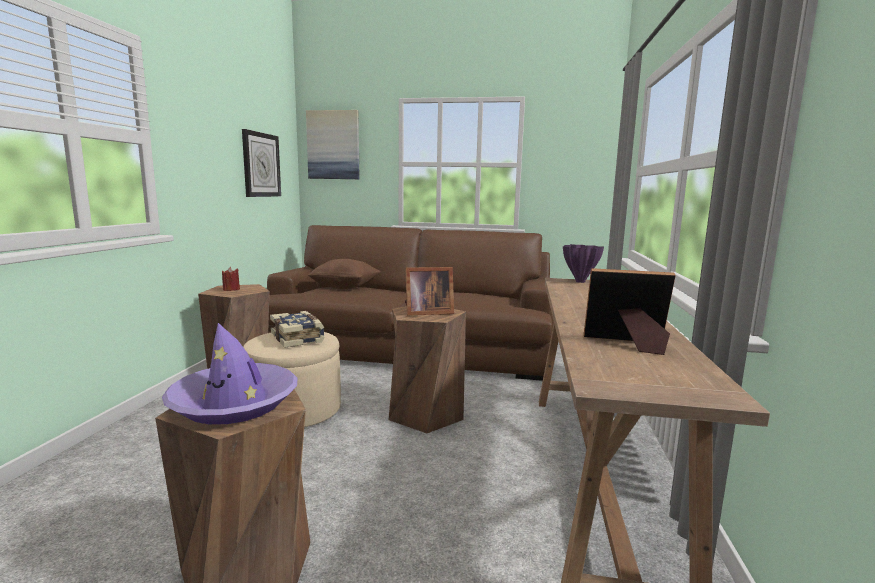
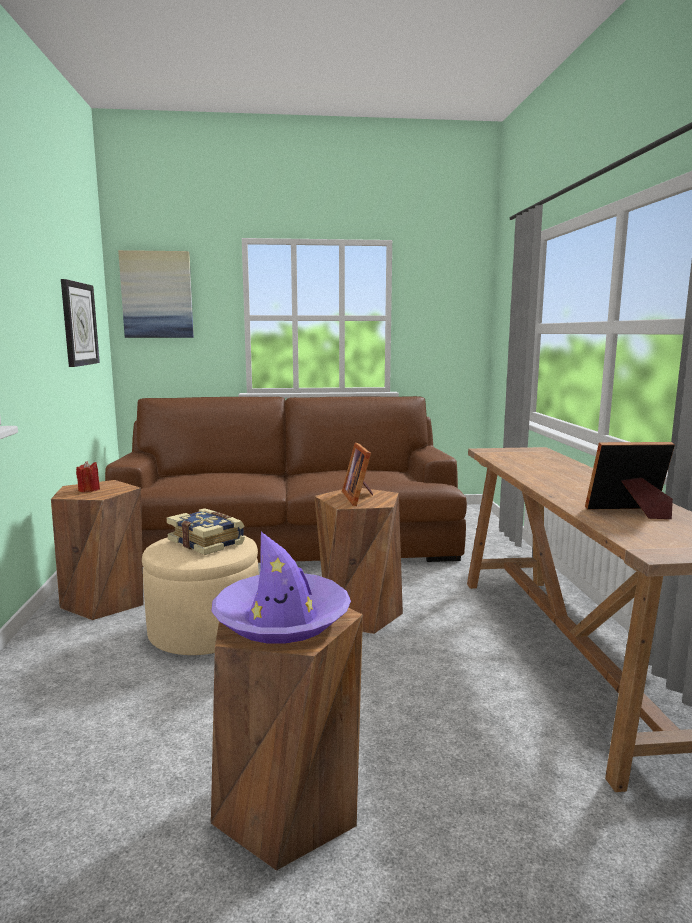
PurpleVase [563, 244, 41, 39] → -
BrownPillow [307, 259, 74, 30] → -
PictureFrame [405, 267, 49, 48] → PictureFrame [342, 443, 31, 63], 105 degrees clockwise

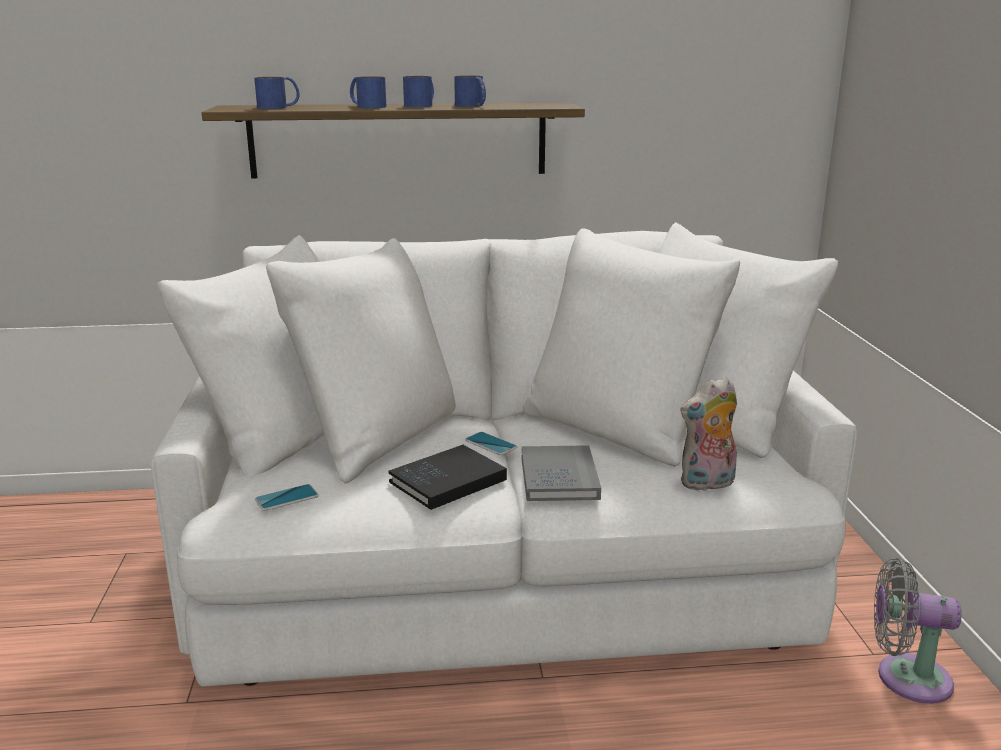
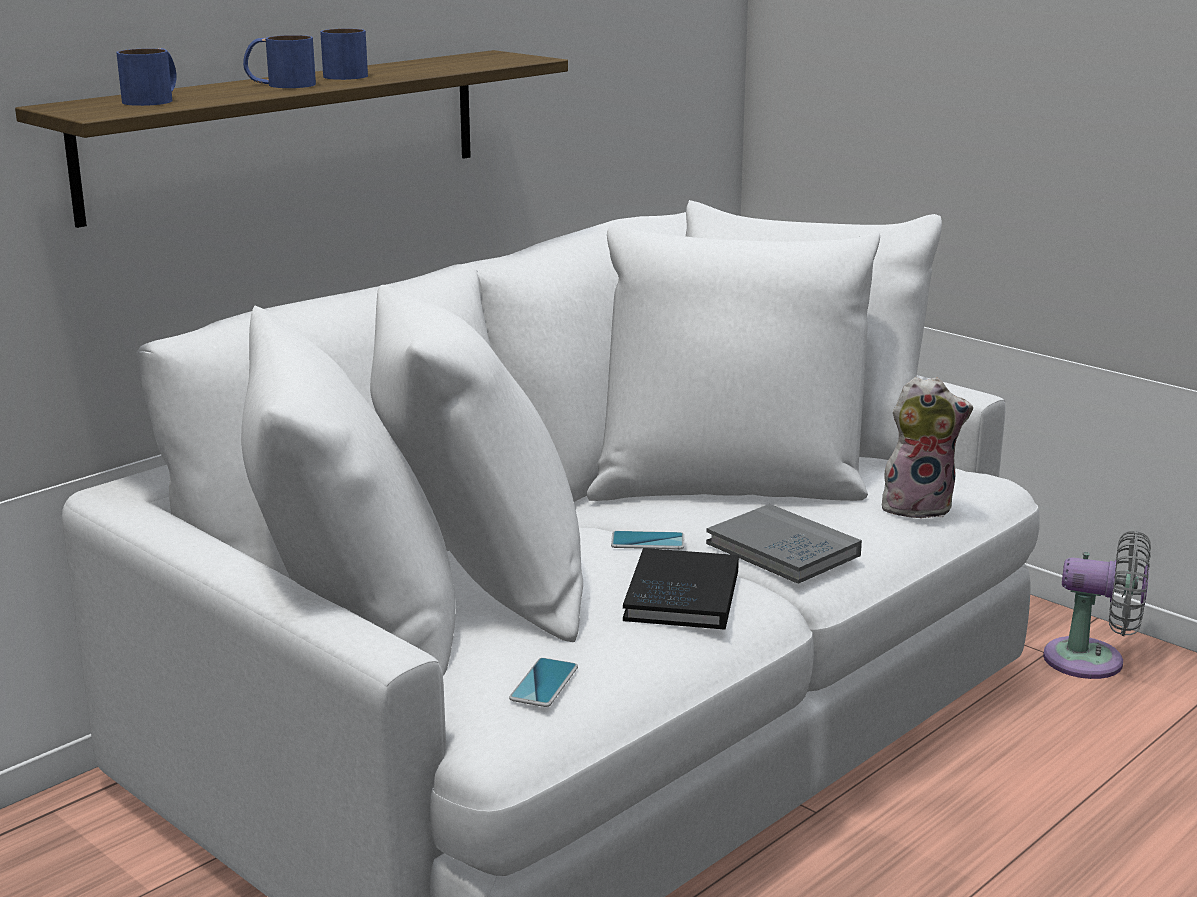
BlueMug [454, 75, 32, 32] → -
PlushToy [680, 377, 57, 114] → PlushToy [882, 377, 91, 142], 120 degrees counterclockwise
GreyFan [874, 558, 88, 146] → GreyFan [1043, 531, 108, 148], 135 degrees counterclockwise

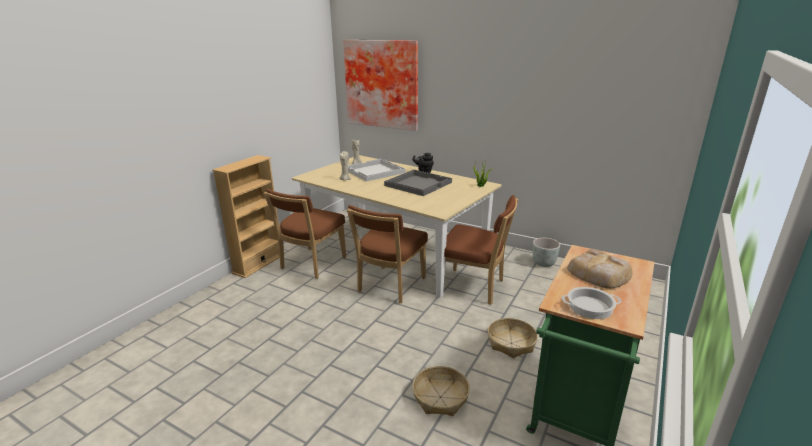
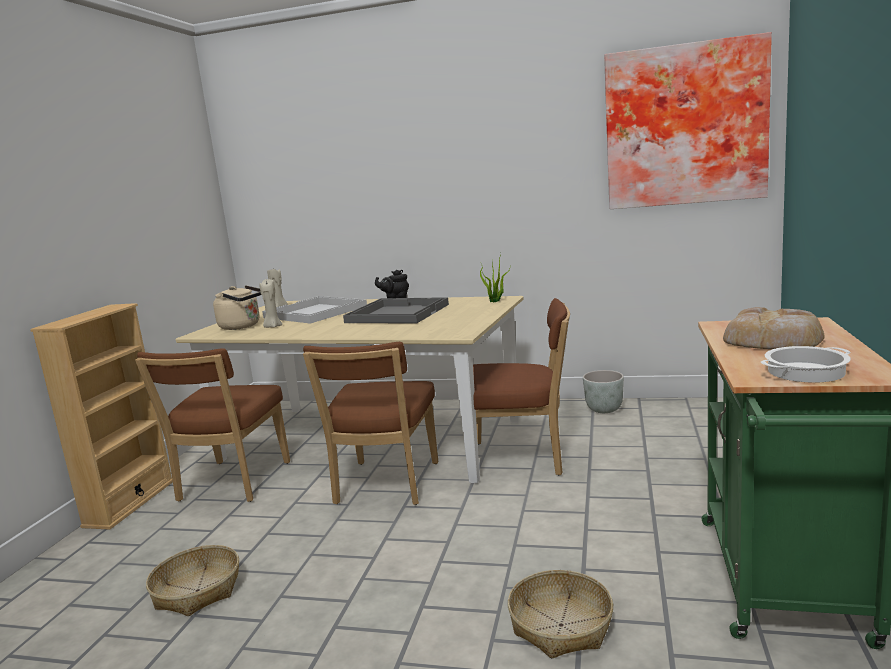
Picture [343, 40, 75, 91] → Picture [604, 32, 168, 177], shifted
Basket [488, 318, 50, 40] → Basket [146, 545, 93, 71], shifted
- → BeigeKettle [213, 285, 48, 45]

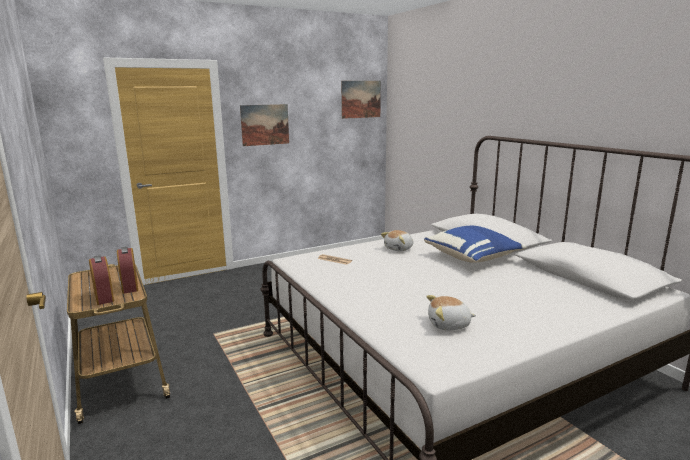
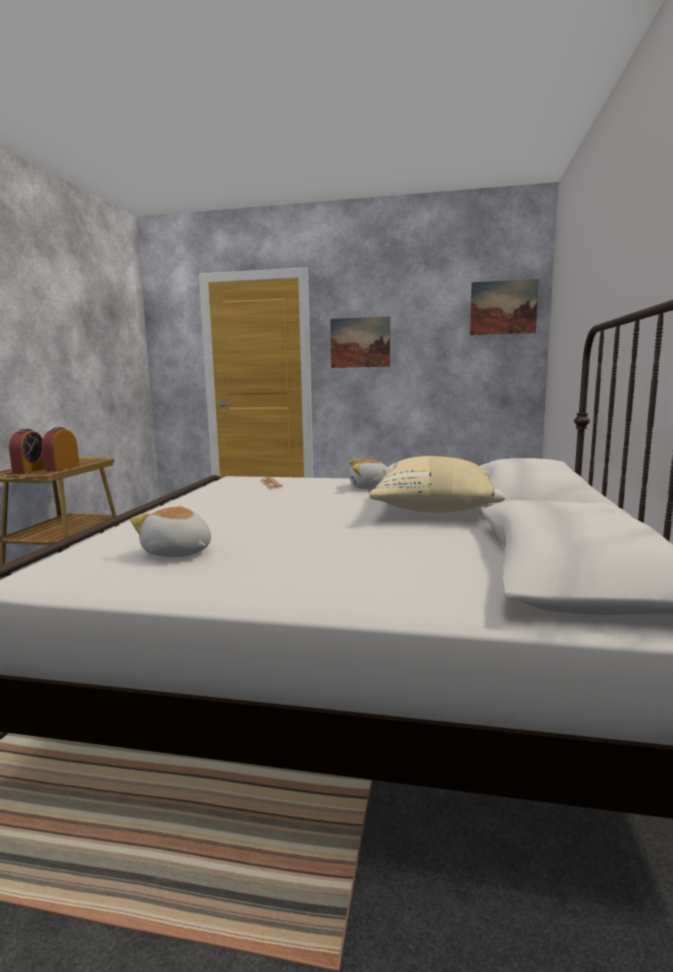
BluePillow [424, 226, 102, 37] → BeigePillow [369, 456, 136, 57]

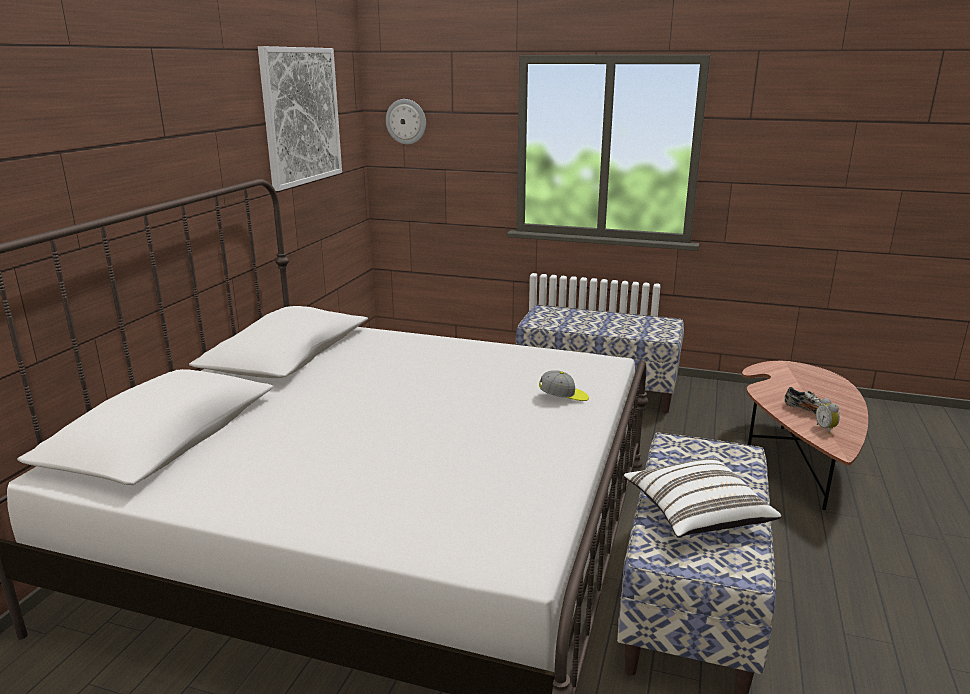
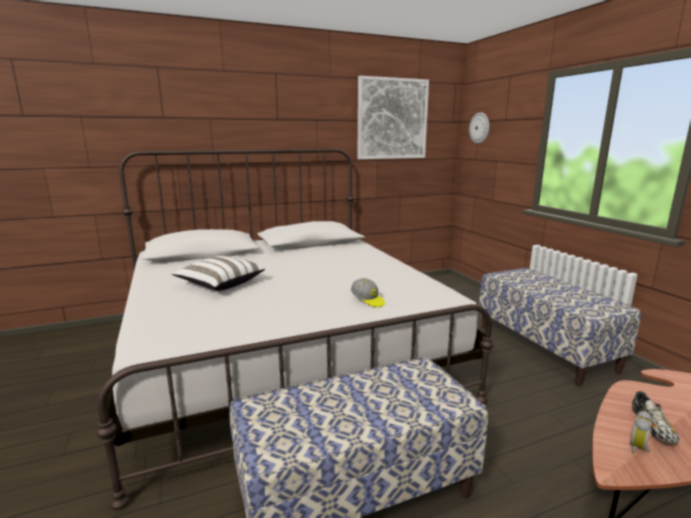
WhitePillow [624, 458, 157, 79] → WhitePillow [172, 256, 93, 35], shifted

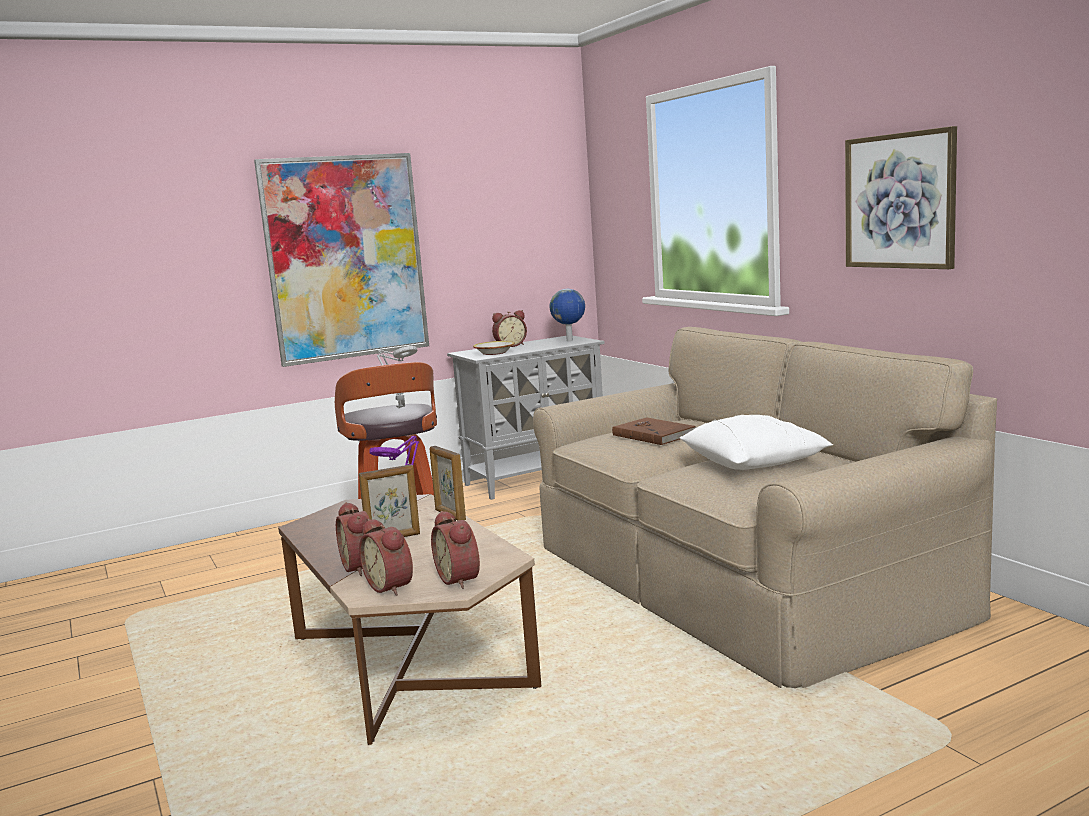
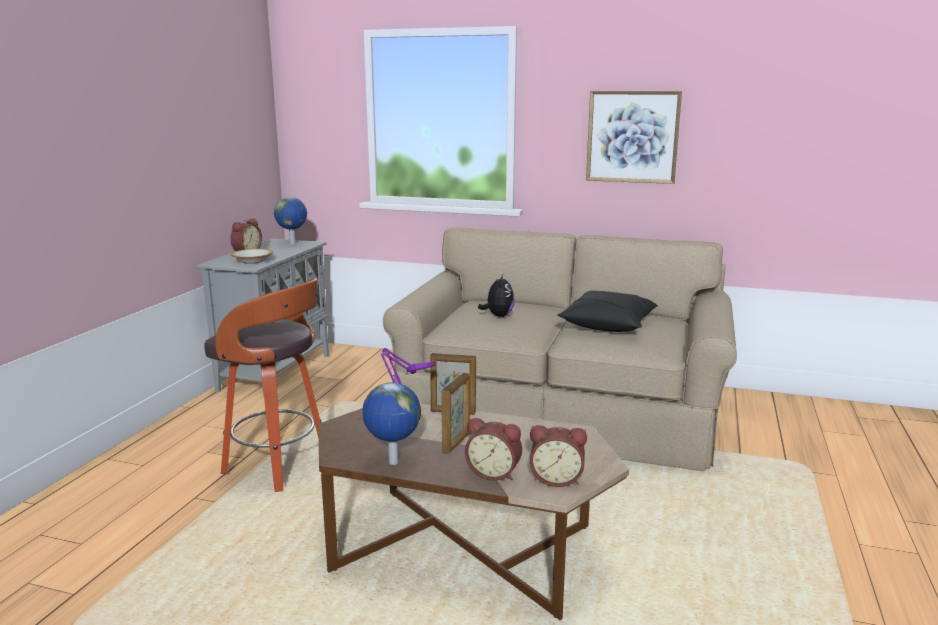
Picture [254, 153, 175, 214] → -
GreyTableLamp [377, 346, 41, 62] → -
WhitePillow [680, 415, 153, 55] → BlackPillow [557, 291, 101, 41]
BrownBook [612, 417, 84, 28] → PlushToy [478, 274, 37, 43]
AlarmClock [431, 511, 49, 78] → -
- → Globe [362, 382, 59, 83]

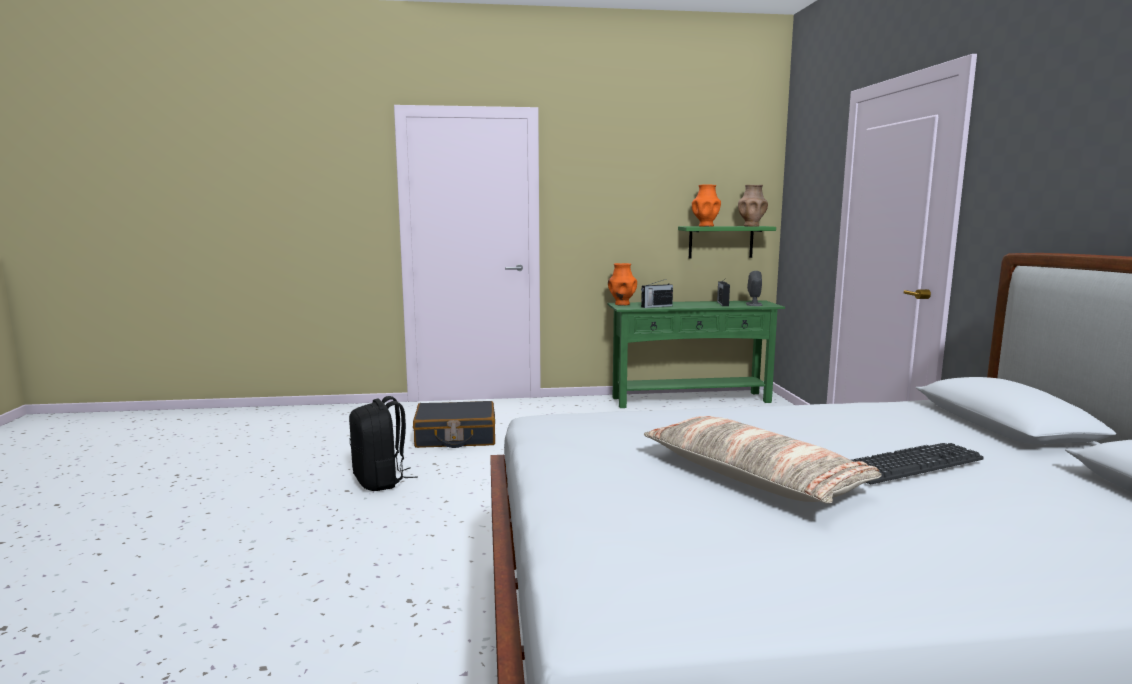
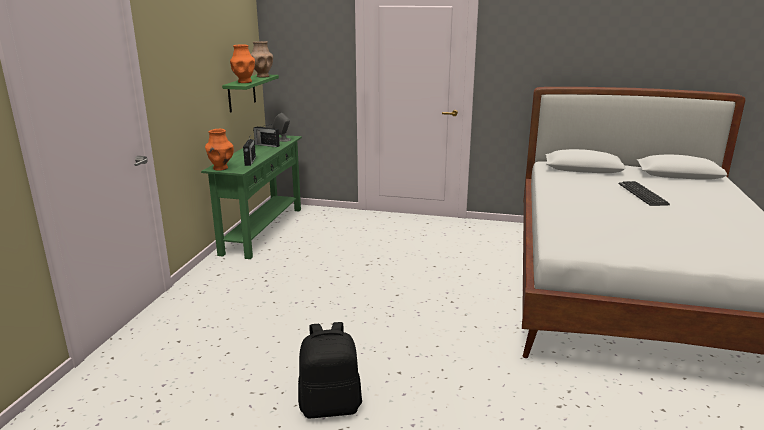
BlackSuitcase [413, 401, 82, 47] → -
Pillow [644, 416, 238, 88] → -

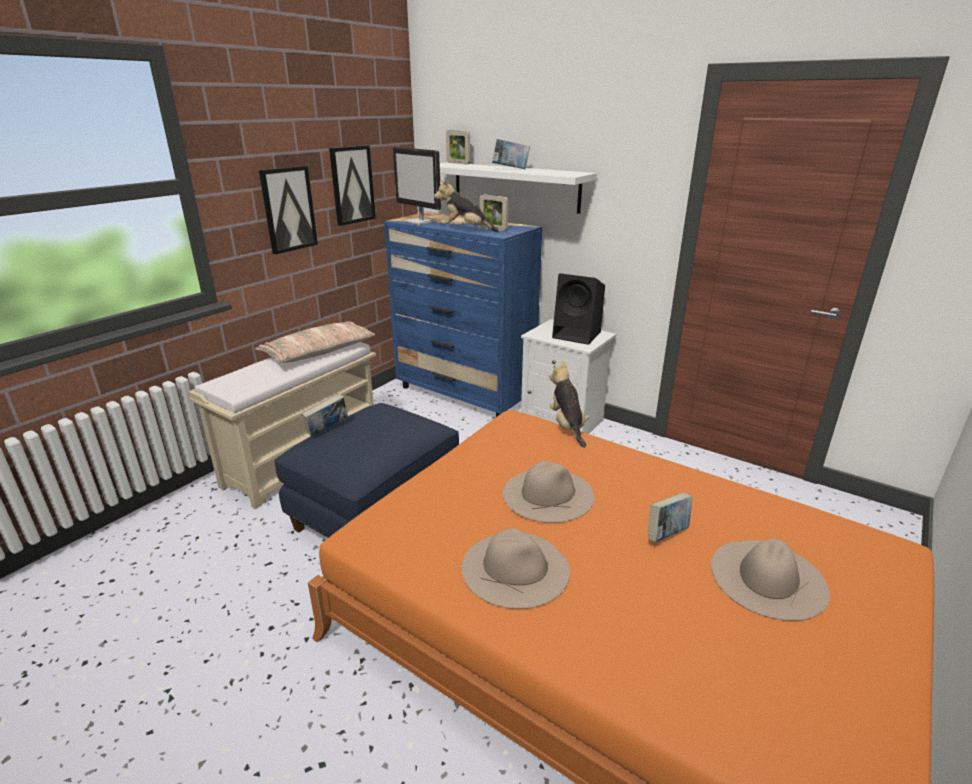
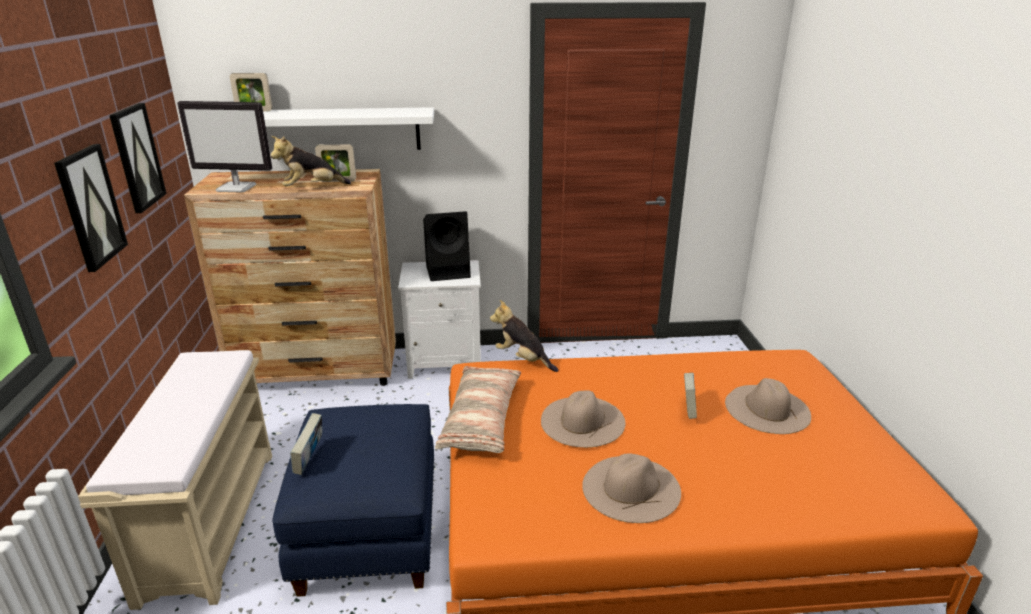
Book [492, 139, 38, 30] → -
BlueDresser [384, 212, 158, 205] → BrownDresser [184, 169, 212, 217]
Pillow [255, 321, 120, 42] → Pillow [435, 366, 86, 87], shifted

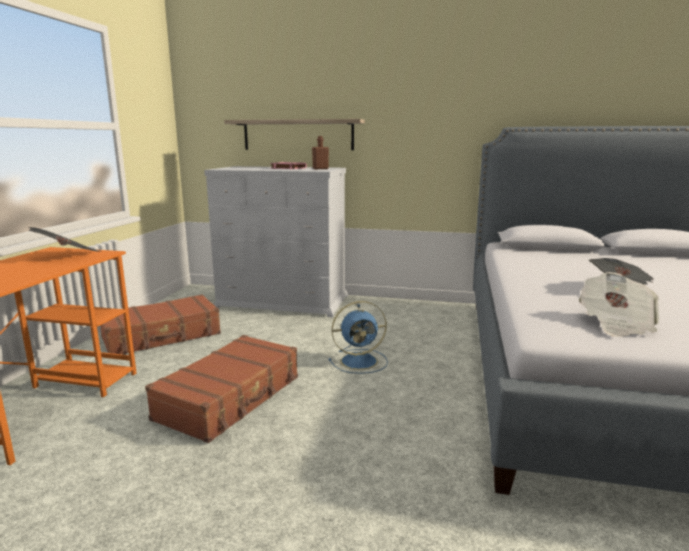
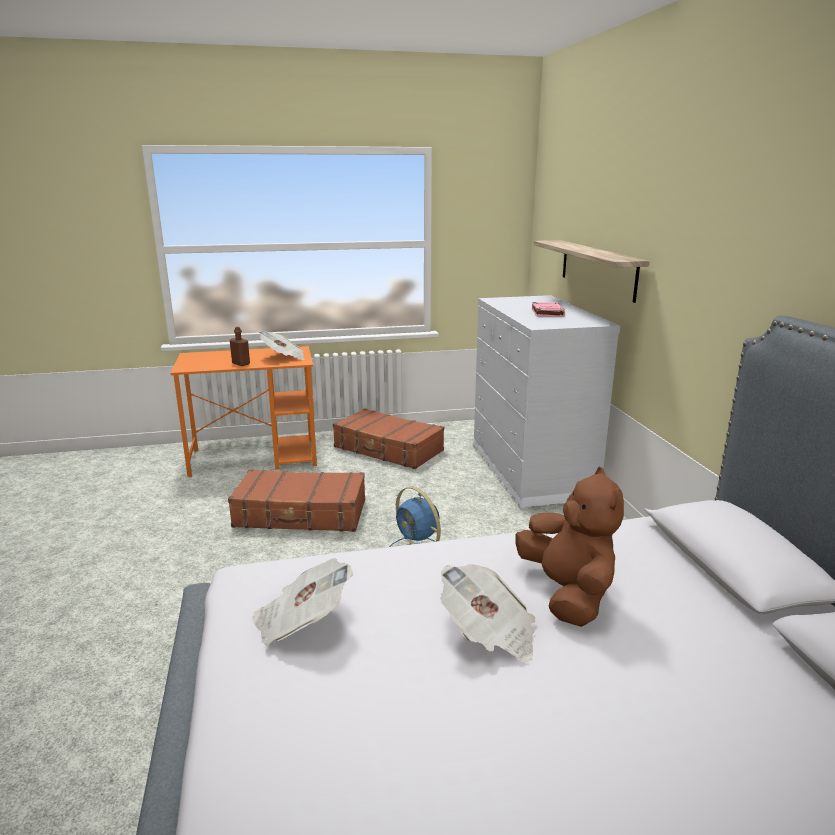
BrownBottle [312, 136, 17, 33] → BrownBottle [230, 327, 20, 39], shifted
- → BrownPlushToy [515, 467, 109, 160]

